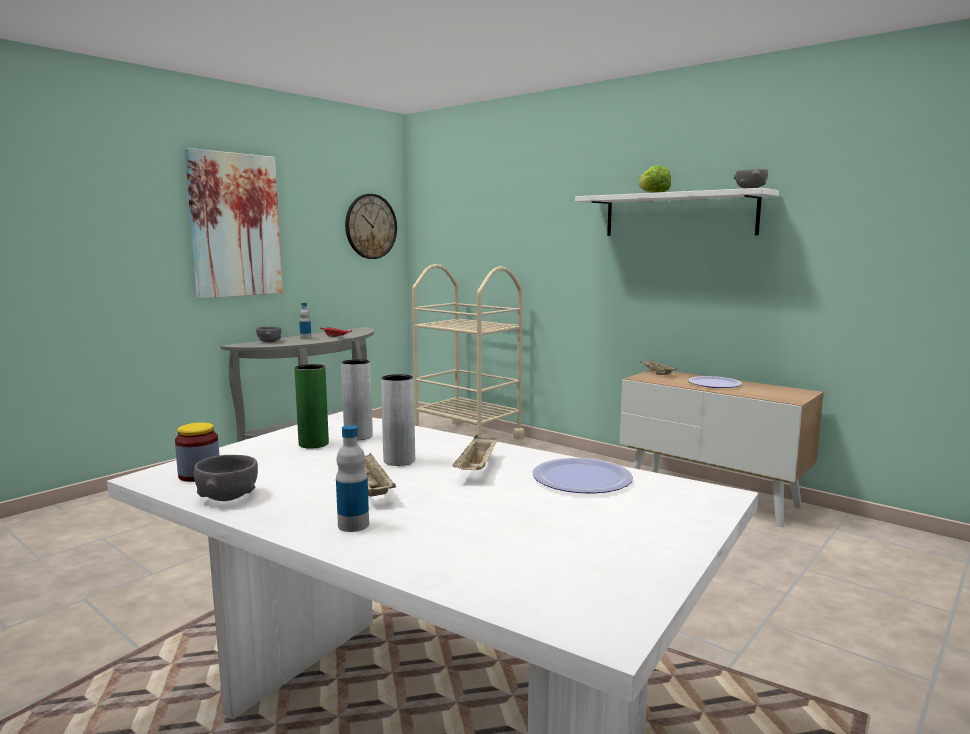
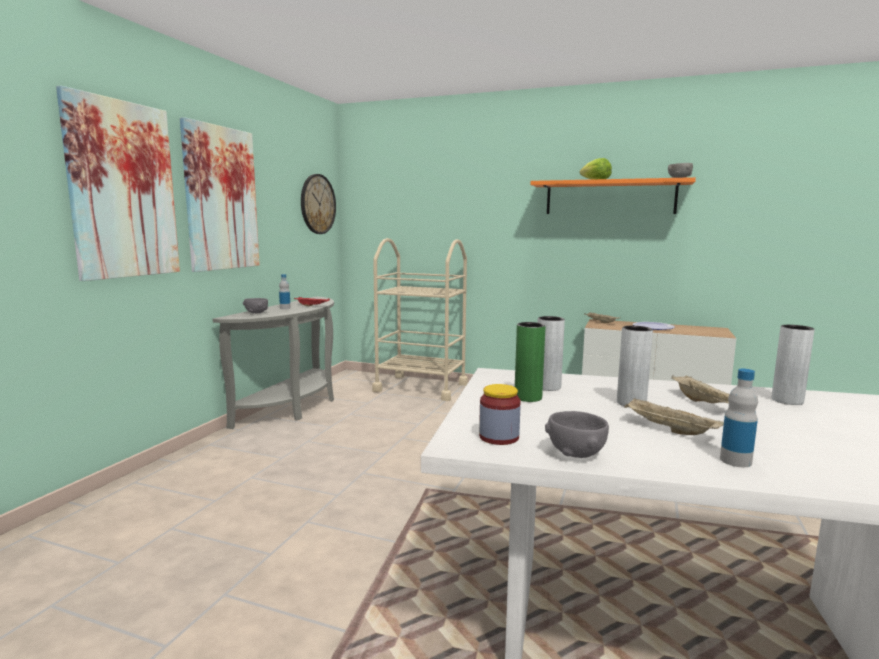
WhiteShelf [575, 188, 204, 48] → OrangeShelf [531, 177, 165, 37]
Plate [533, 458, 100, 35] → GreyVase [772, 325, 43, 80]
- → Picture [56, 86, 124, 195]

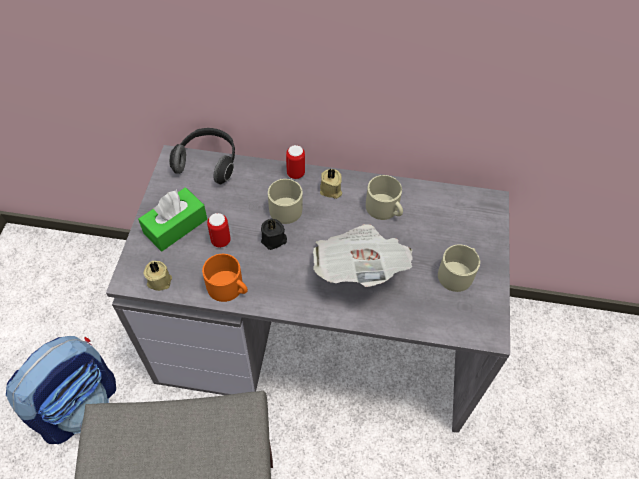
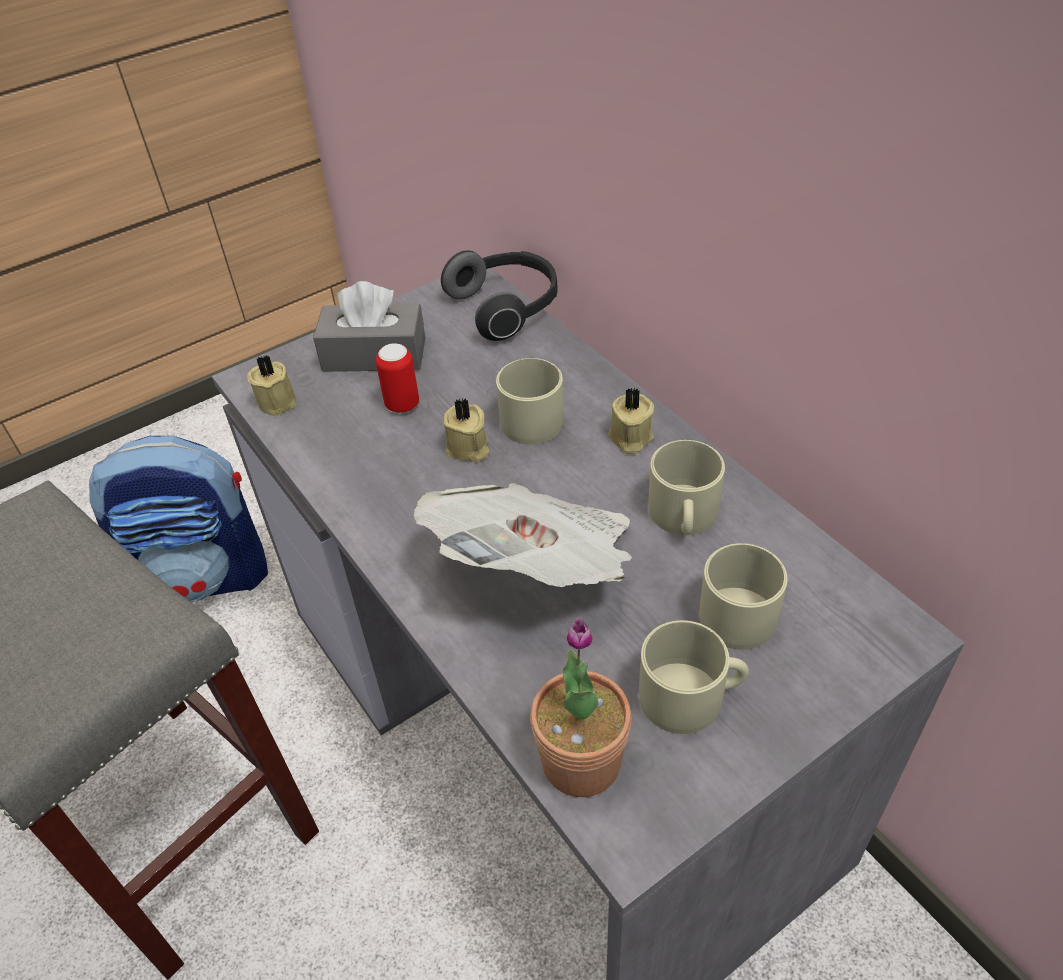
Can [286, 145, 19, 34] → -
GreenTissueBox [138, 187, 69, 65] → GreyTissueBox [313, 281, 112, 91]
BlackCandle [261, 219, 26, 31] → BeigeCandle [444, 398, 45, 64]
OrangeMug [202, 254, 46, 48] → -
- → BeigeMug [699, 543, 89, 107]
- → PottedPlant [530, 617, 101, 180]

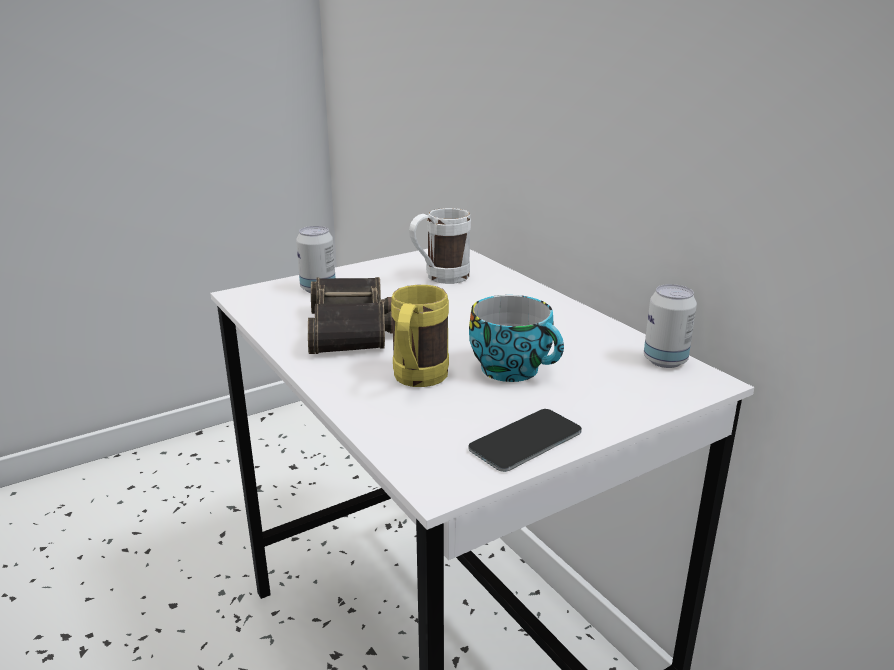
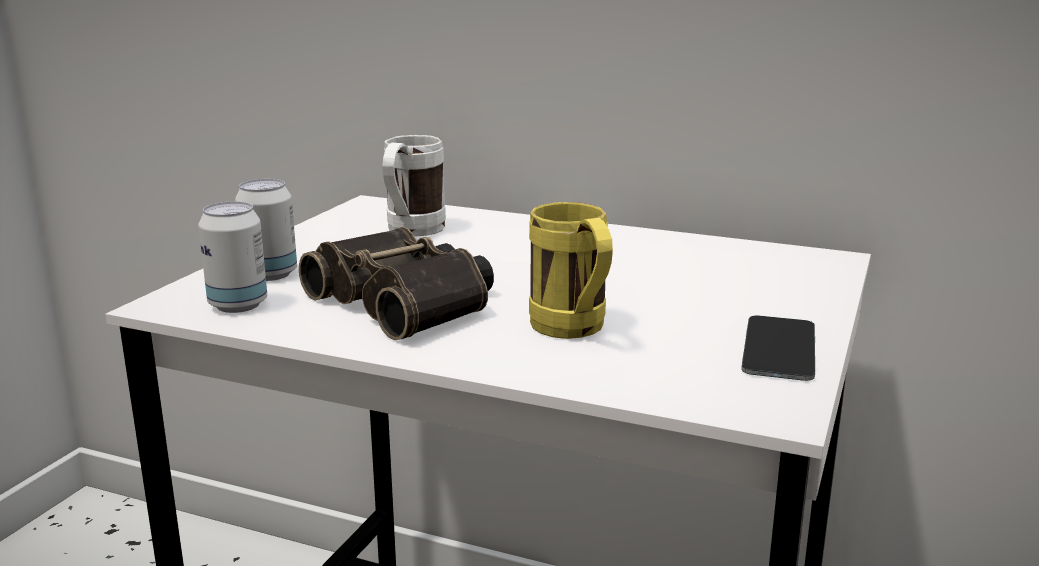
Can [644, 284, 53, 84] → Can [198, 201, 69, 112], shifted
Cup [469, 295, 95, 87] → -

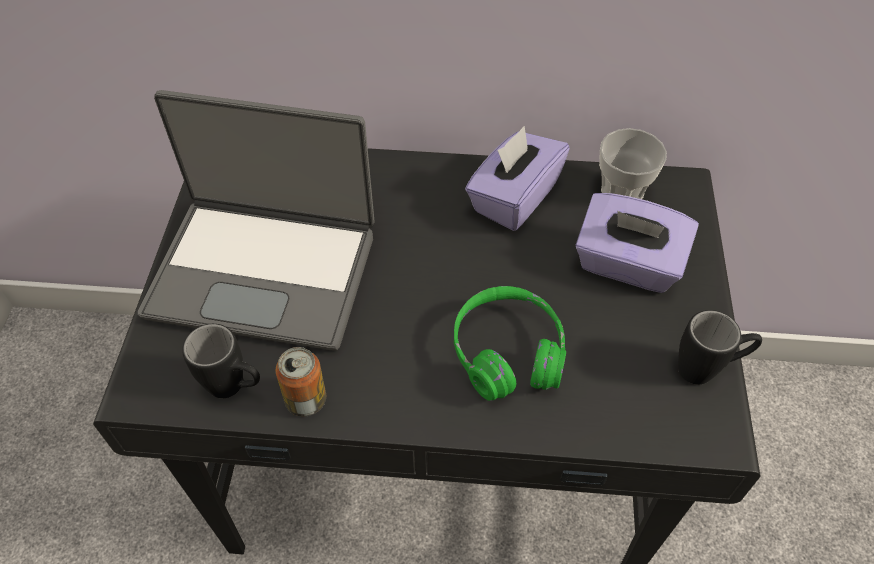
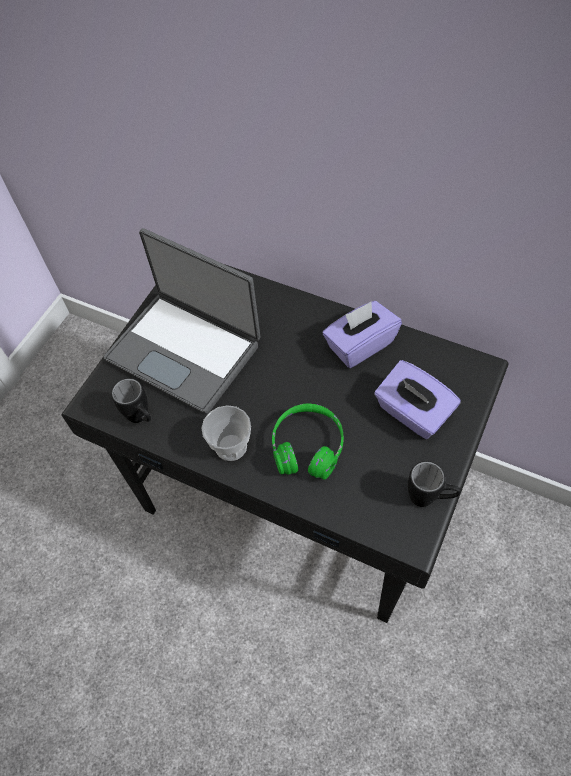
Cup [599, 128, 68, 71] → Cup [201, 405, 50, 56], shifted
Can [276, 347, 50, 69] → -

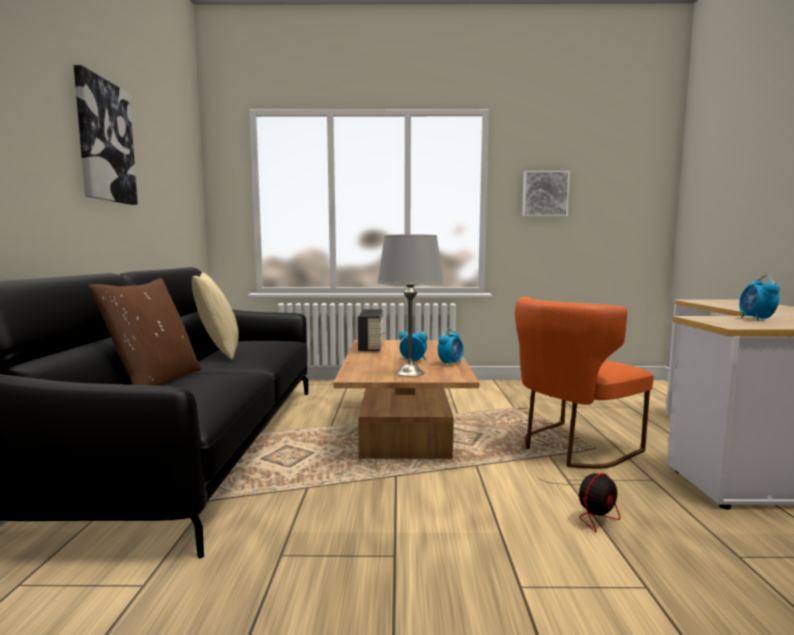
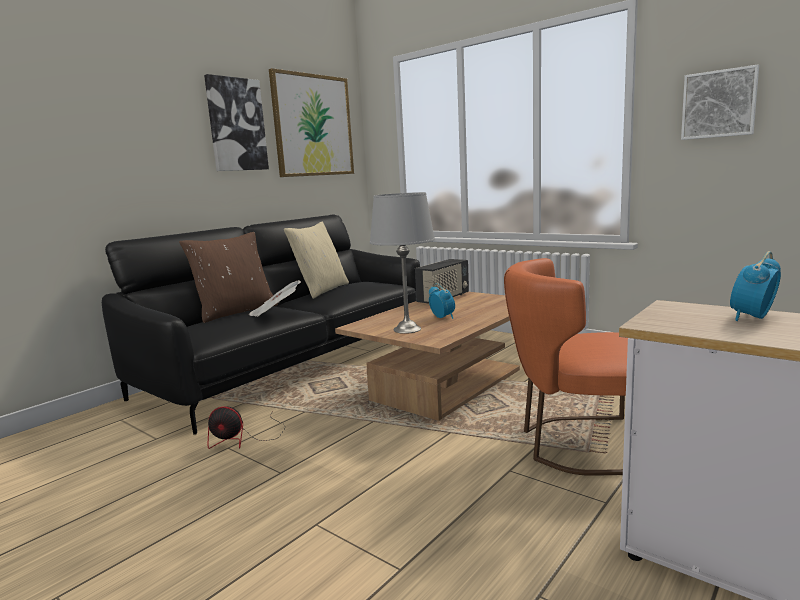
AlarmClock [438, 328, 25, 39] → -
Fan [536, 473, 84, 59] → Fan [207, 406, 79, 43], shifted
- → Picture [269, 68, 85, 109]
- → Newspaper [249, 280, 52, 37]

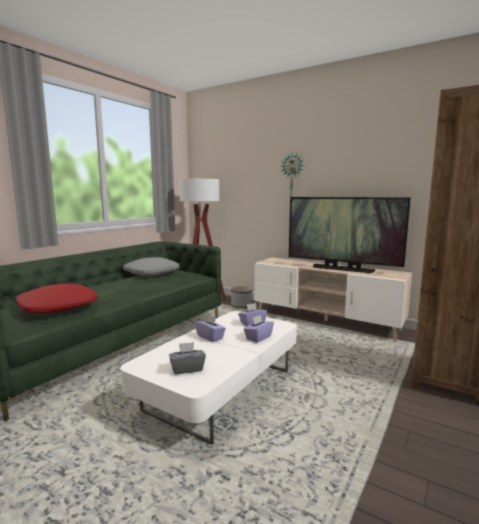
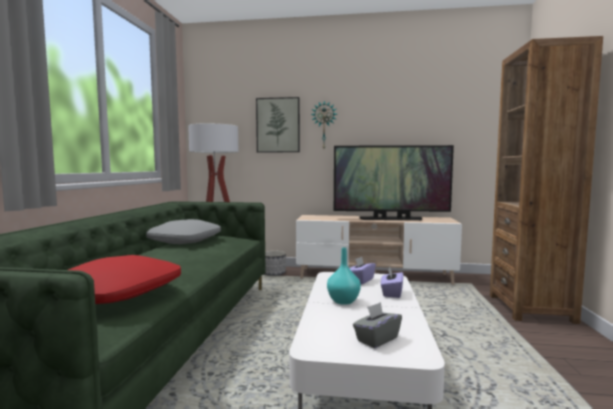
PurpleTissueBox [195, 315, 31, 27] → TurquoiseVase [327, 247, 34, 58]
- → Picture [256, 97, 44, 56]

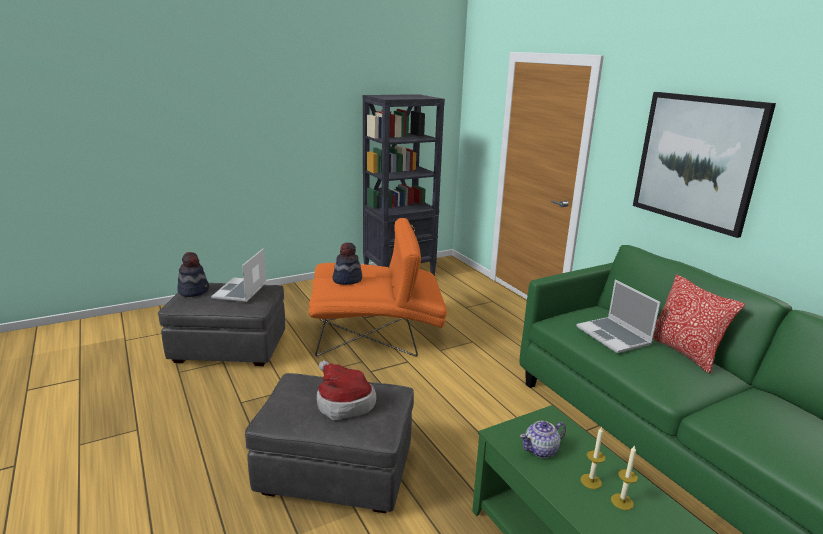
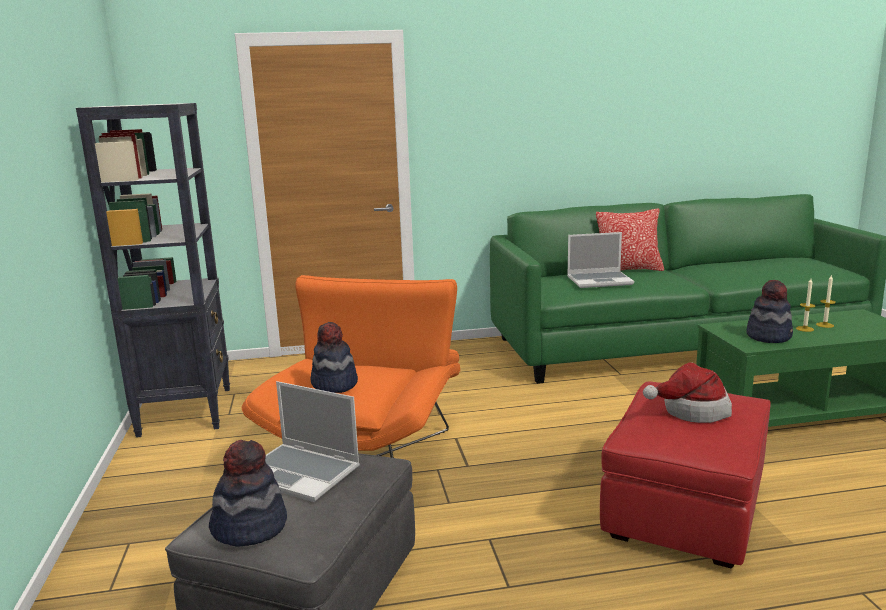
Picture [633, 92, 143, 146] → -
GreyOttoman [245, 373, 169, 140] → RedOttoman [600, 381, 171, 188]
Teapot [520, 421, 46, 37] → Hat [746, 280, 47, 63]

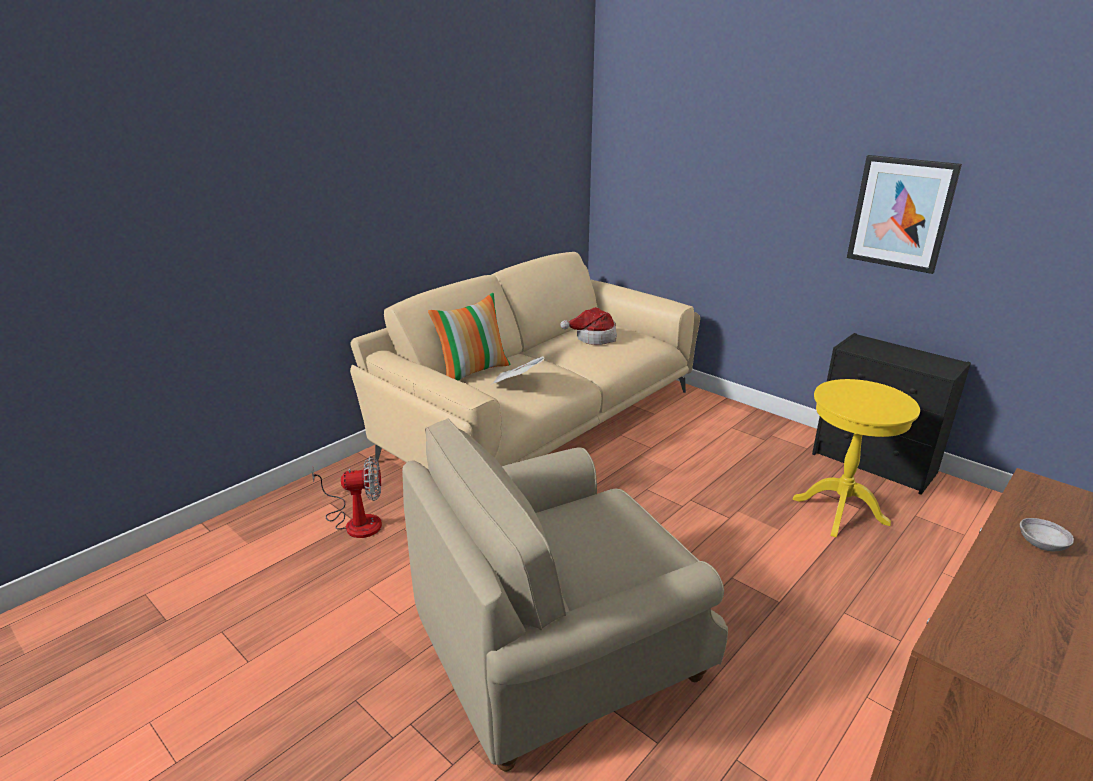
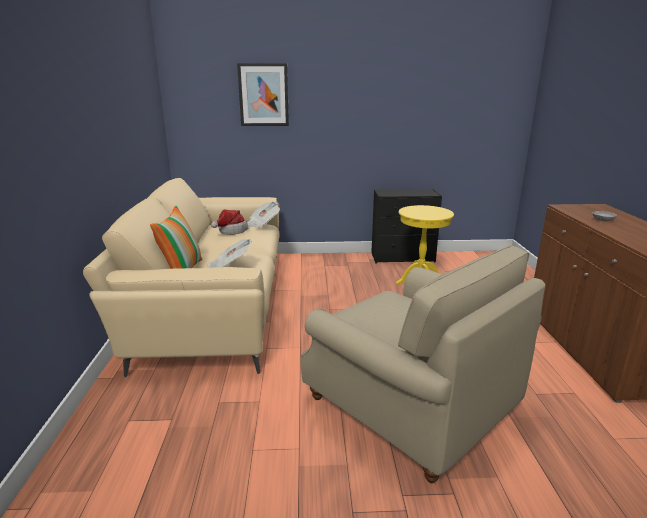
Picture [847, 155, 115, 119] → Picture [237, 63, 52, 63], shifted
BeigeArmchair [402, 418, 326, 354] → BeigeArmchair [301, 245, 244, 238], 60 degrees counterclockwise
Fan [312, 456, 70, 82] → -
- → Newspaper [247, 202, 33, 25]

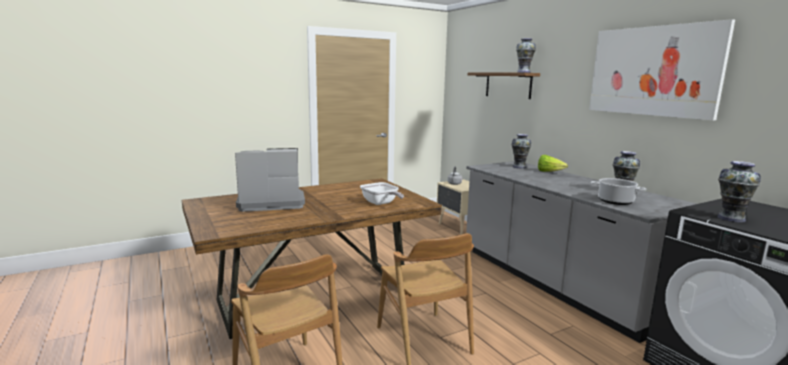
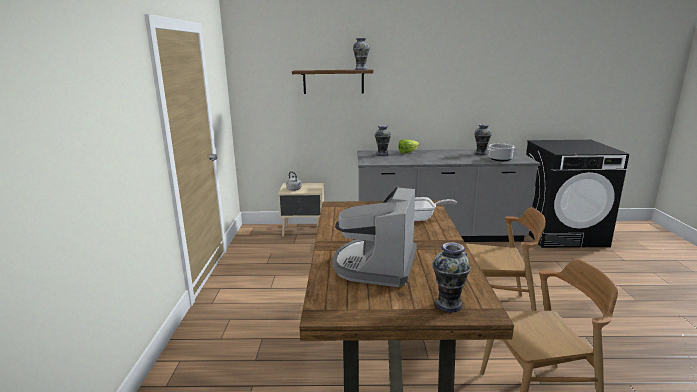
Picture [589, 19, 146, 101] → -
Vase [717, 161, 44, 61] → Vase [432, 242, 39, 70], shifted

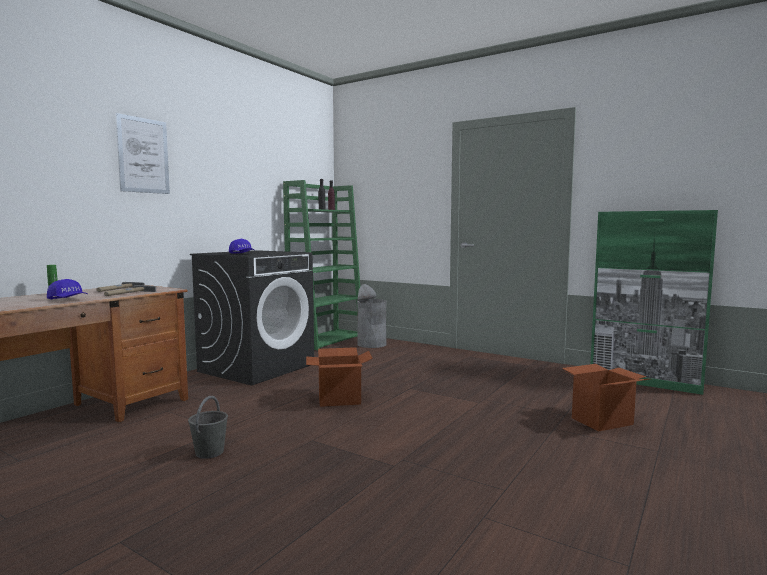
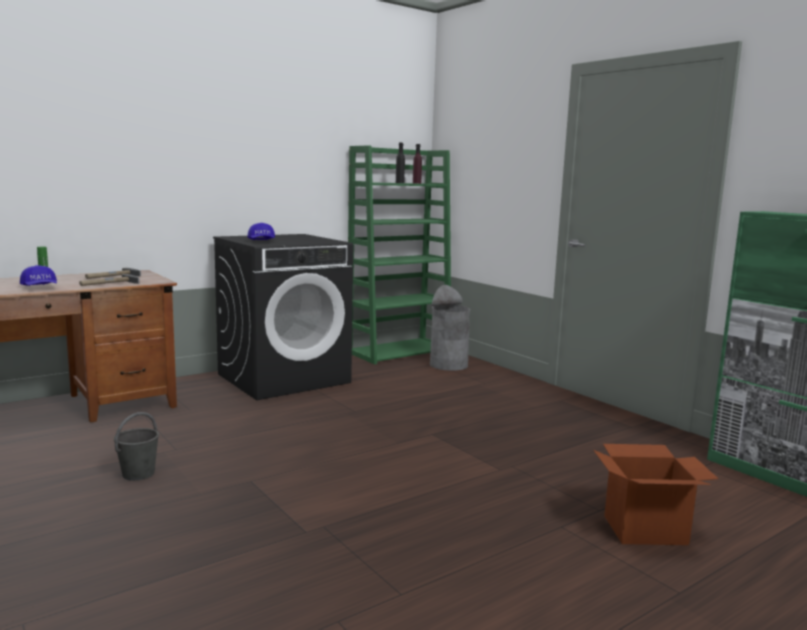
Picture [115, 113, 55, 81] → -
CardboardBox [306, 347, 67, 60] → -

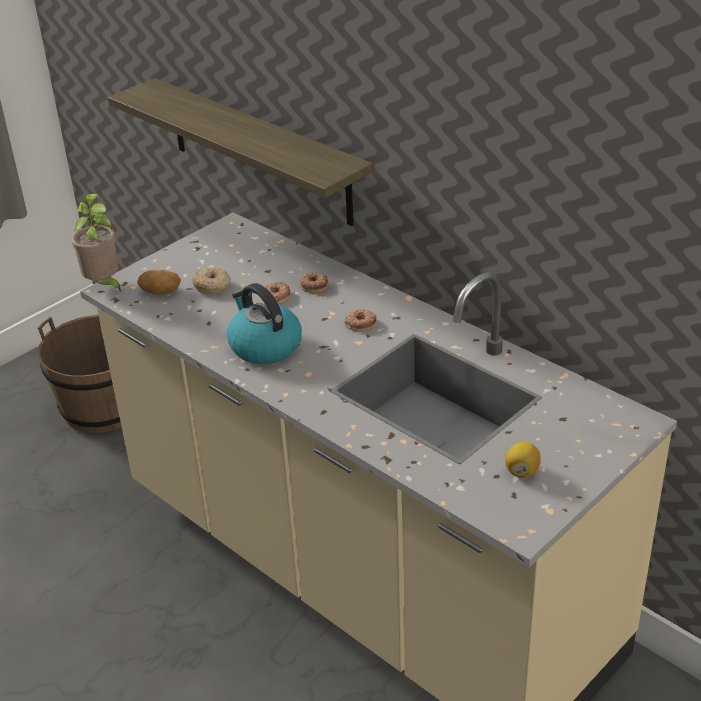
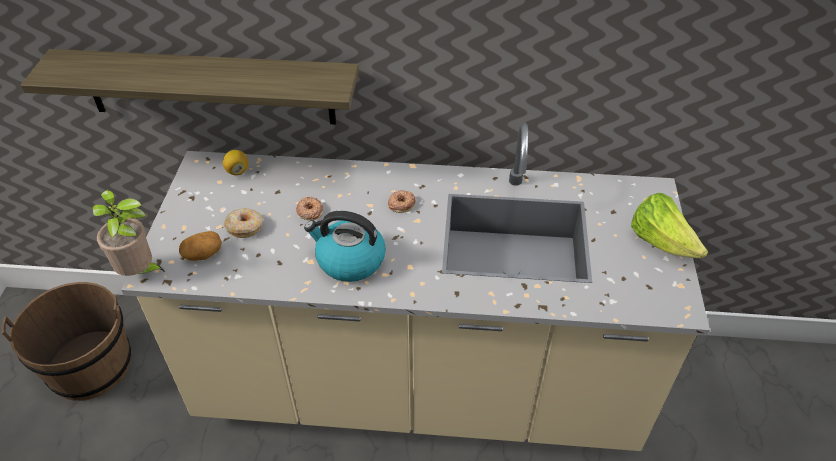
Donut [300, 272, 28, 21] → -
Lemon [505, 442, 36, 36] → Lemon [223, 150, 26, 25], shifted
- → Lettuce [631, 193, 77, 65]

